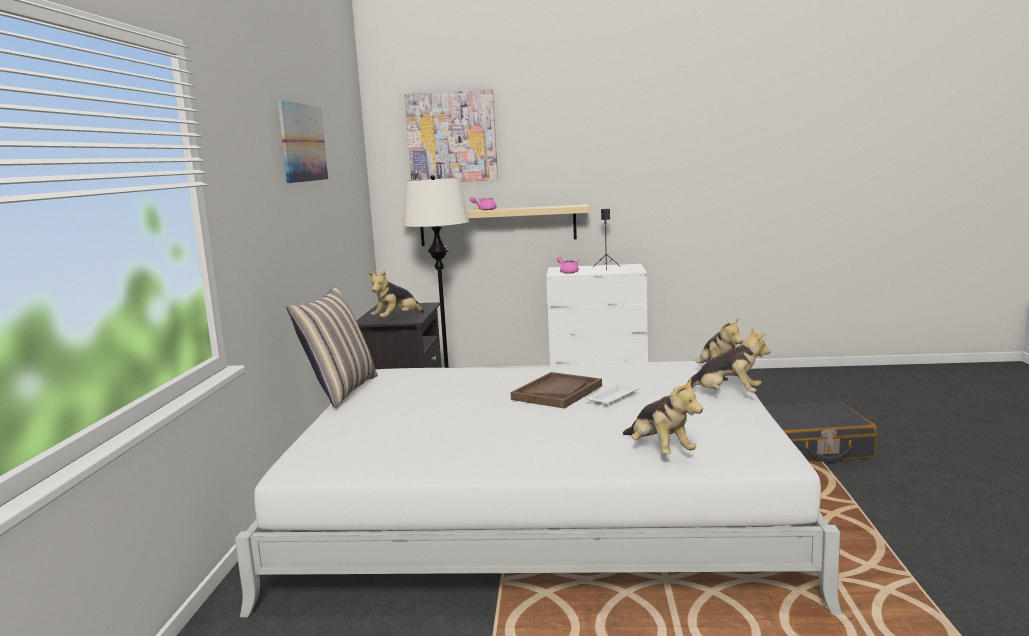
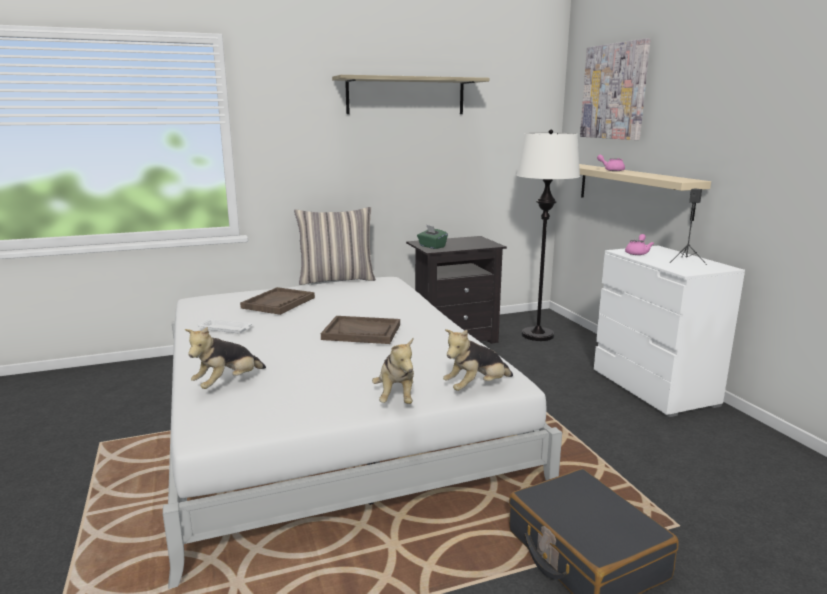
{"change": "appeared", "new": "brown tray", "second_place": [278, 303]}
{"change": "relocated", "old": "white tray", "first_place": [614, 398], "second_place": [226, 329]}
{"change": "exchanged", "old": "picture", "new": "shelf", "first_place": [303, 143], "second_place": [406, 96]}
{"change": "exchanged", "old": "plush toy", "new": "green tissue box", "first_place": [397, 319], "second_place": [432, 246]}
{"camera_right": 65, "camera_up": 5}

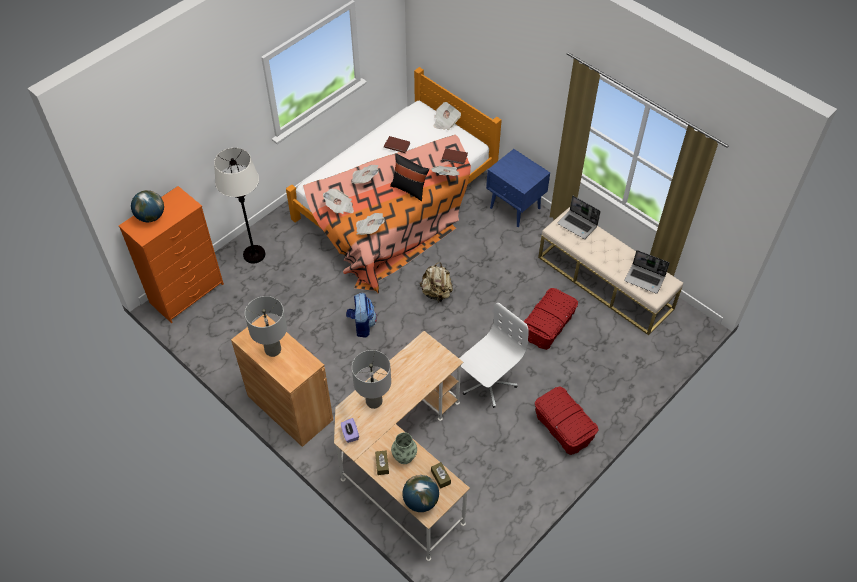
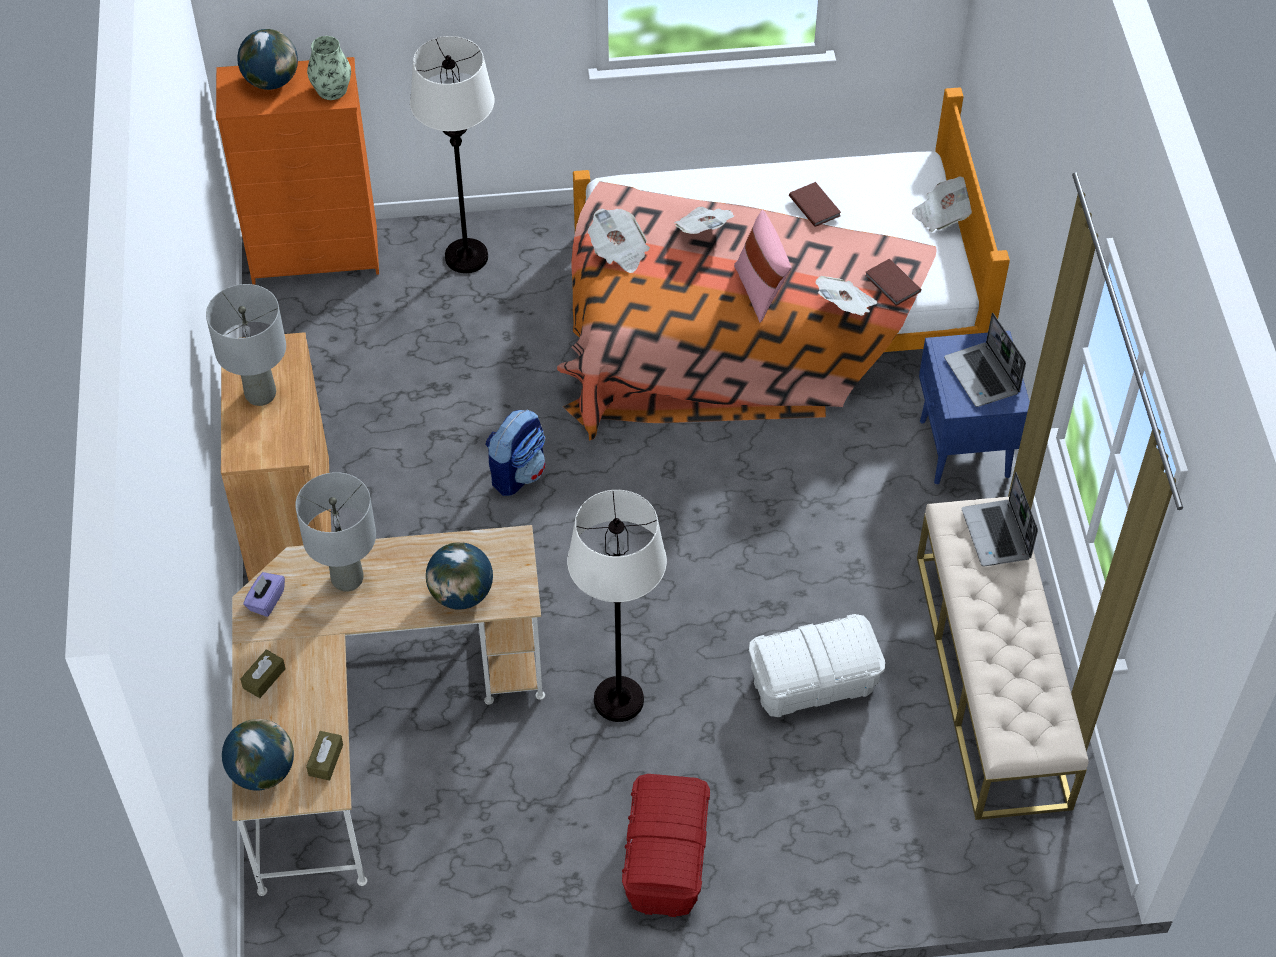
{"change": "missing", "old": "newspaper", "first_place": [369, 229]}
{"change": "missing", "old": "beige backpack", "first_place": [436, 293]}
{"change": "appeared", "new": "globe", "second_place": [461, 593]}
{"change": "relocated", "old": "vase", "first_place": [404, 456], "second_place": [332, 89]}
{"change": "relocated", "old": "laptop", "first_place": [645, 279], "second_place": [983, 376]}
{"change": "exchanged", "old": "white office chair", "new": "white floor lamp", "first_place": [487, 383], "second_place": [619, 700]}
{"change": "colour", "old": "black pillow", "new": "pink pillow", "first_place": [409, 189], "second_place": [761, 291]}
{"change": "colour", "old": "red storage box", "new": "white storage box", "first_place": [548, 327], "second_place": [813, 683]}
{"camera_right": 40, "camera_up": 0}

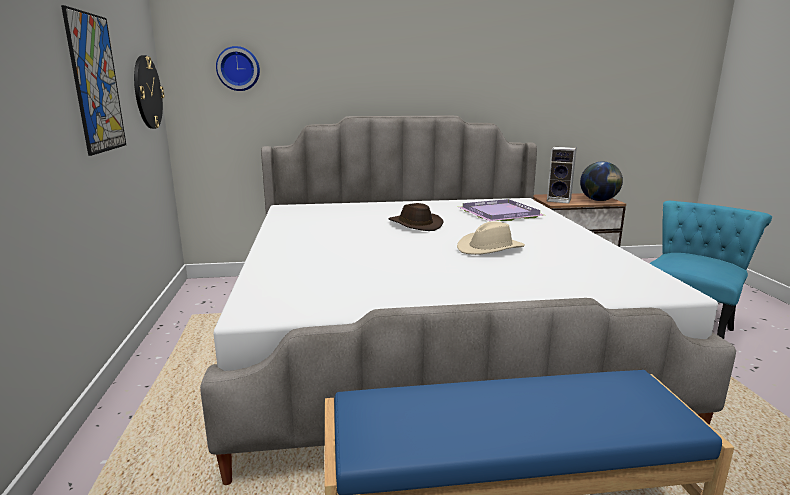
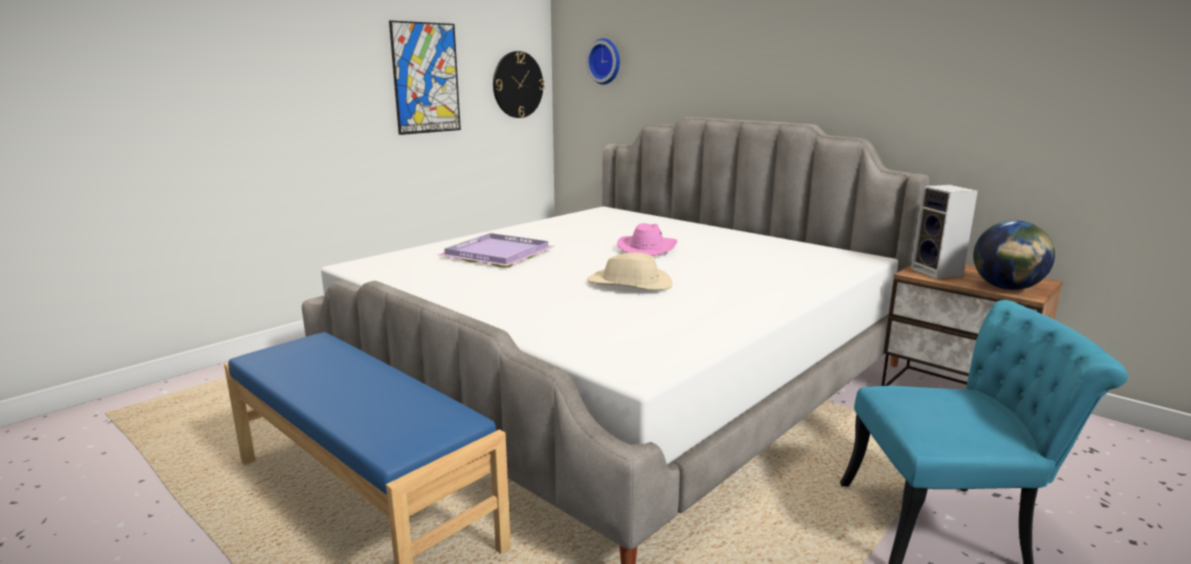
{"change": "relocated", "old": "purple tray", "first_place": [501, 214], "second_place": [498, 254]}
{"change": "colour", "old": "brown hat", "new": "pink hat", "first_place": [414, 225], "second_place": [647, 248]}
{"camera_right": 50, "camera_up": 0}

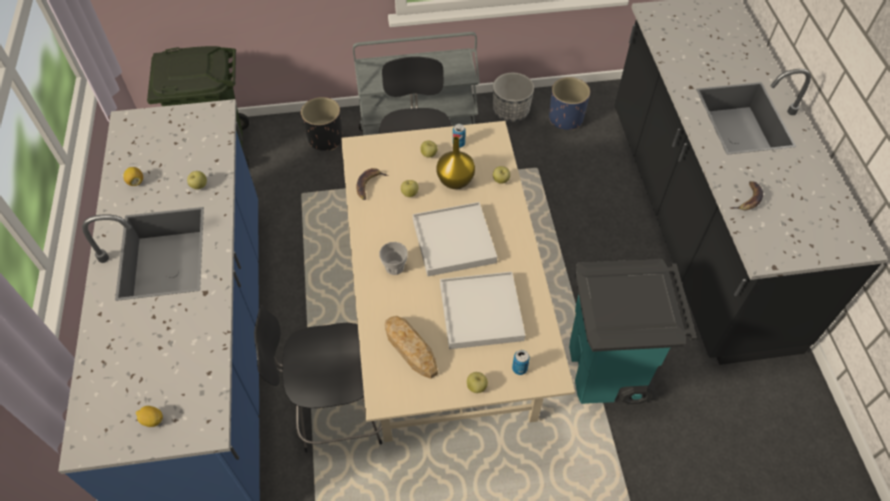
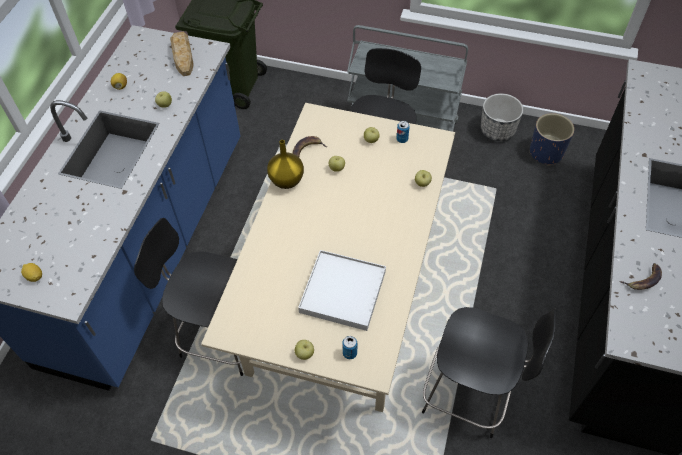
{"change": "missing", "old": "black planter", "first_place": [325, 139]}
{"change": "missing", "old": "cup", "first_place": [394, 267]}
{"change": "missing", "old": "white tray", "first_place": [454, 241]}
{"change": "relocated", "old": "bread", "first_place": [410, 349], "second_place": [183, 56]}
{"change": "relocated", "old": "yellow vase", "first_place": [454, 180], "second_place": [286, 180]}
{"change": "exchanged", "old": "turquoise trash can", "new": "black chair", "first_place": [608, 371], "second_place": [469, 394]}
{"camera_right": 25, "camera_up": 0}

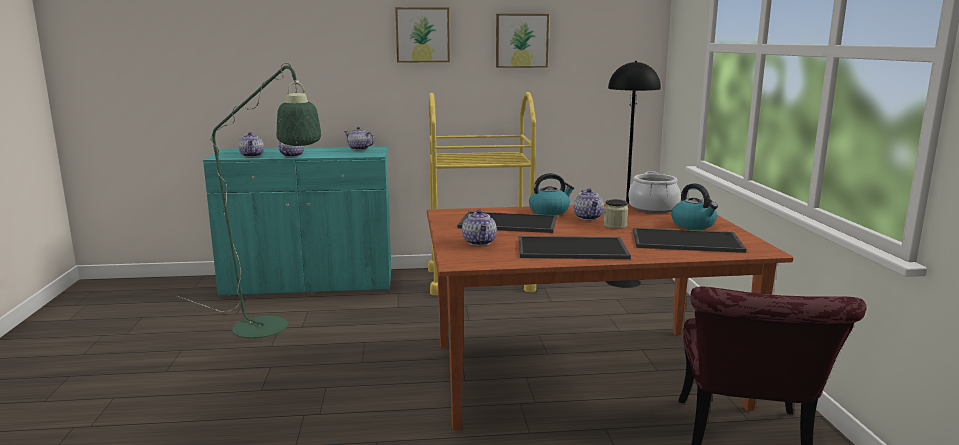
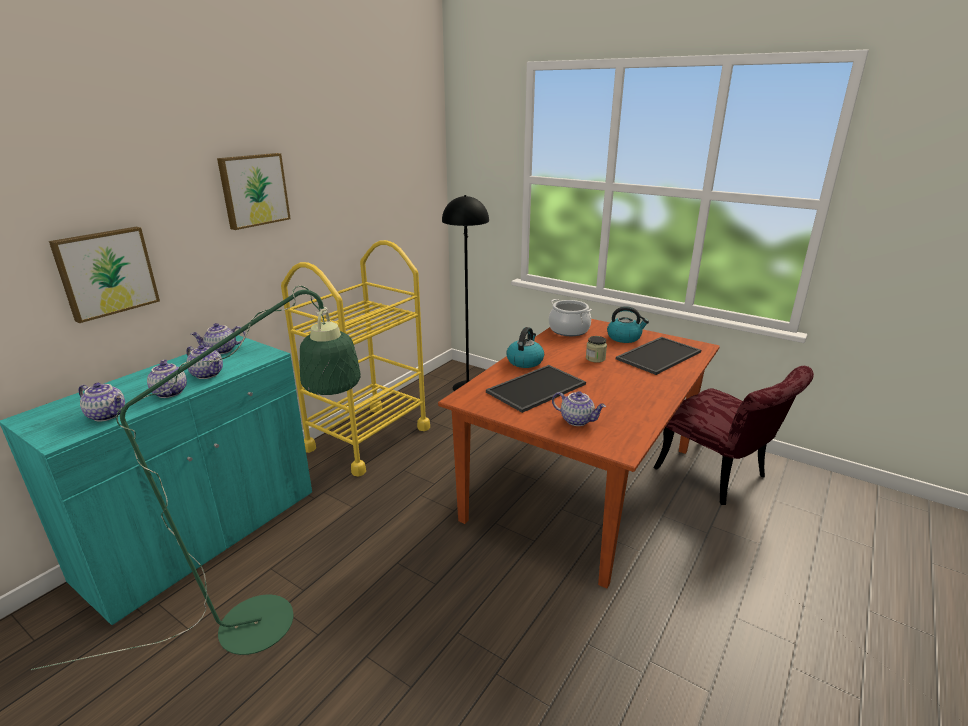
{"change": "missing", "old": "tray", "first_place": [572, 248]}
{"change": "relocated", "old": "picture", "first_place": [521, 40], "second_place": [106, 272]}
{"change": "relocated", "old": "teapot", "first_place": [588, 217], "second_place": [208, 374]}
{"camera_right": -50, "camera_up": 10}

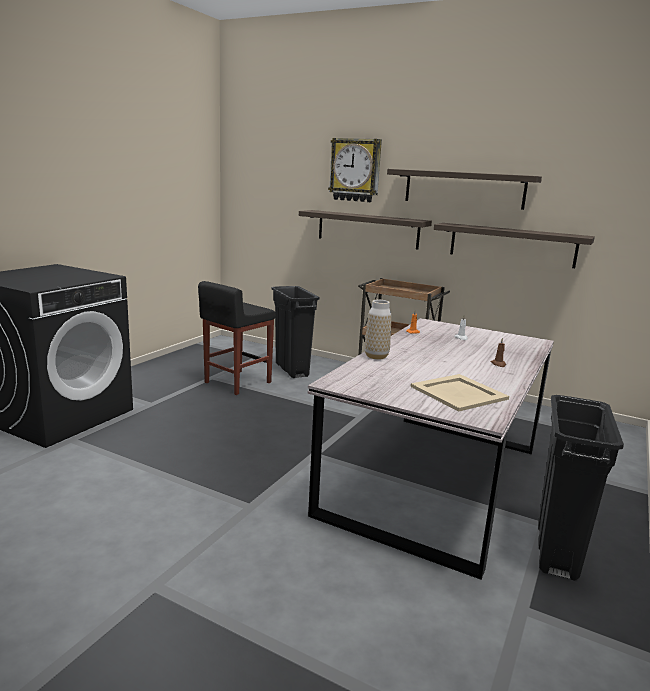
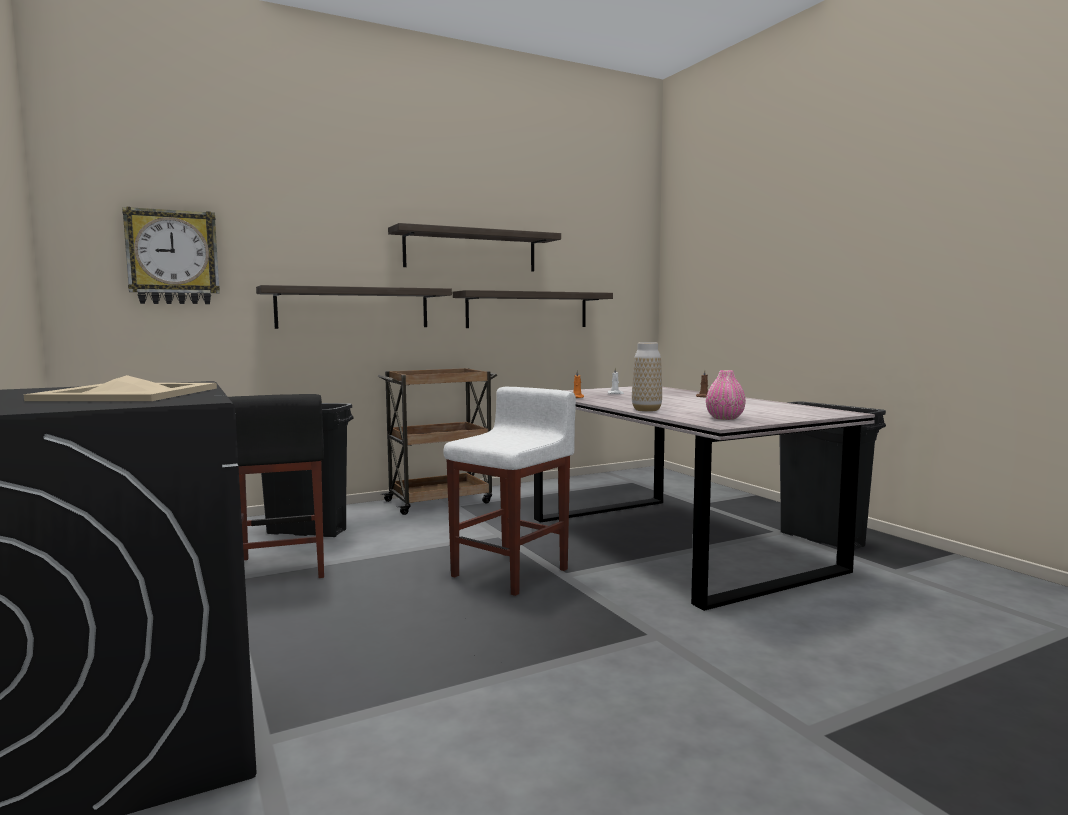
{"change": "appeared", "new": "white stool", "second_place": [511, 572]}
{"change": "appeared", "new": "pink vase", "second_place": [724, 418]}
{"change": "relocated", "old": "wall clock", "first_place": [355, 170], "second_place": [173, 257]}
{"change": "relocated", "old": "beige tray", "first_place": [459, 393], "second_place": [130, 394]}
{"camera_right": -55, "camera_up": -10}

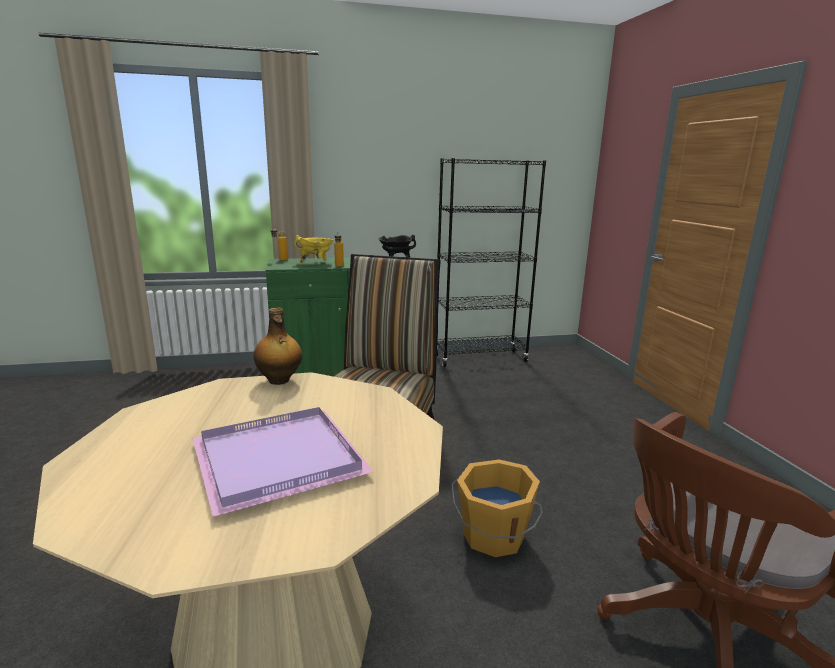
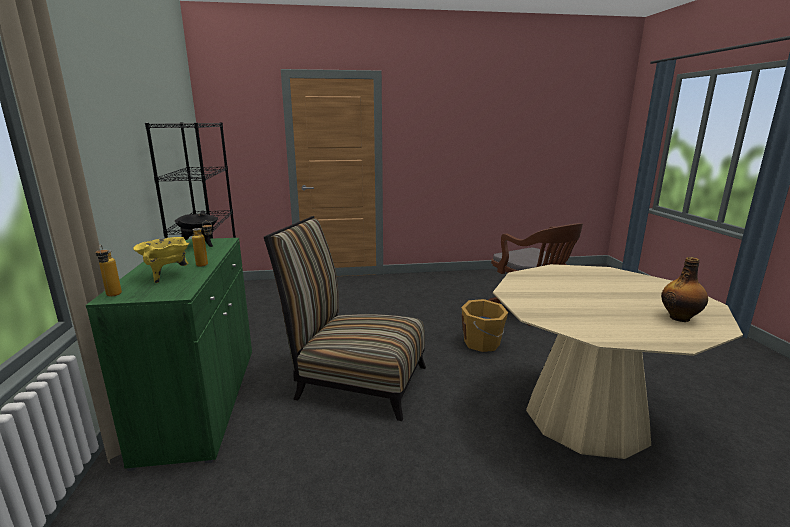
{"change": "missing", "old": "purple tray", "first_place": [282, 460]}
{"change": "relocated", "old": "bottle", "first_place": [279, 380], "second_place": [680, 318]}
{"camera_right": -85, "camera_up": 0}

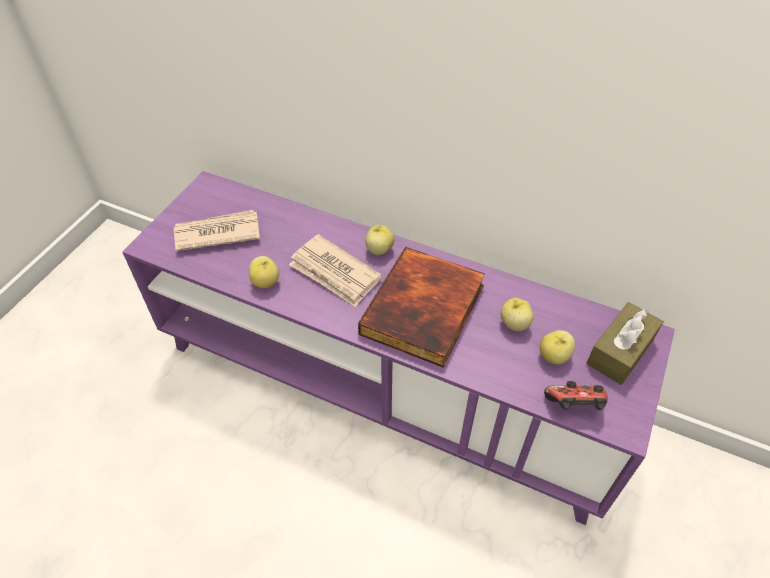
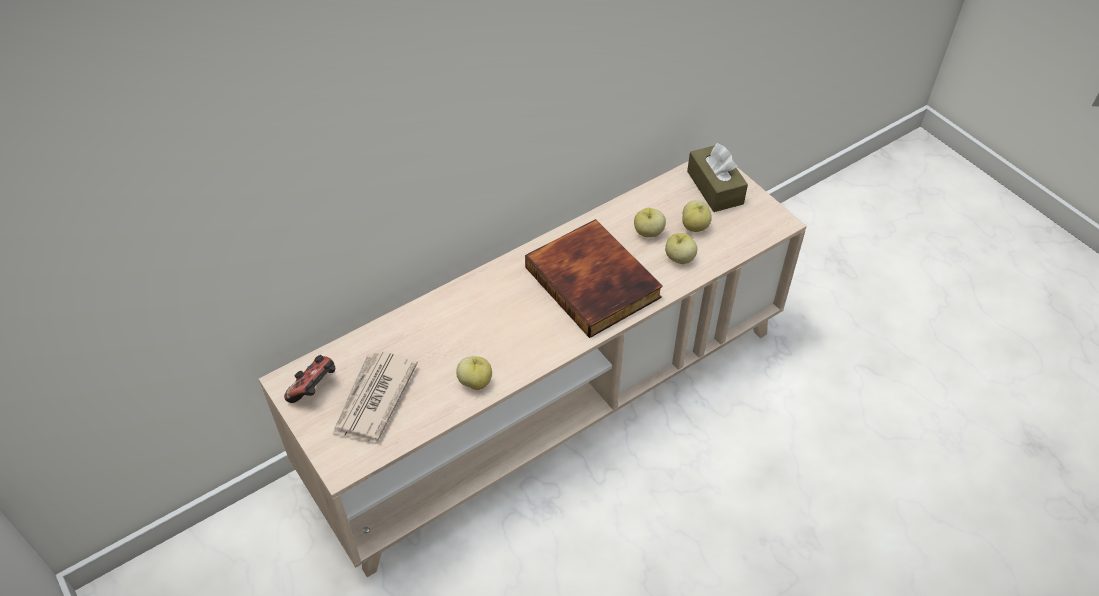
{"change": "missing", "old": "newspaper", "first_place": [334, 273]}
{"change": "relocated", "old": "apple", "first_place": [379, 249], "second_place": [679, 258]}
{"change": "relocated", "old": "game controller", "first_place": [574, 406], "second_place": [315, 389]}
{"change": "colour", "old": "purple tv stand", "new": "beige tv stand", "first_place": [385, 385], "second_place": [549, 404]}
{"camera_right": -60, "camera_up": 0}

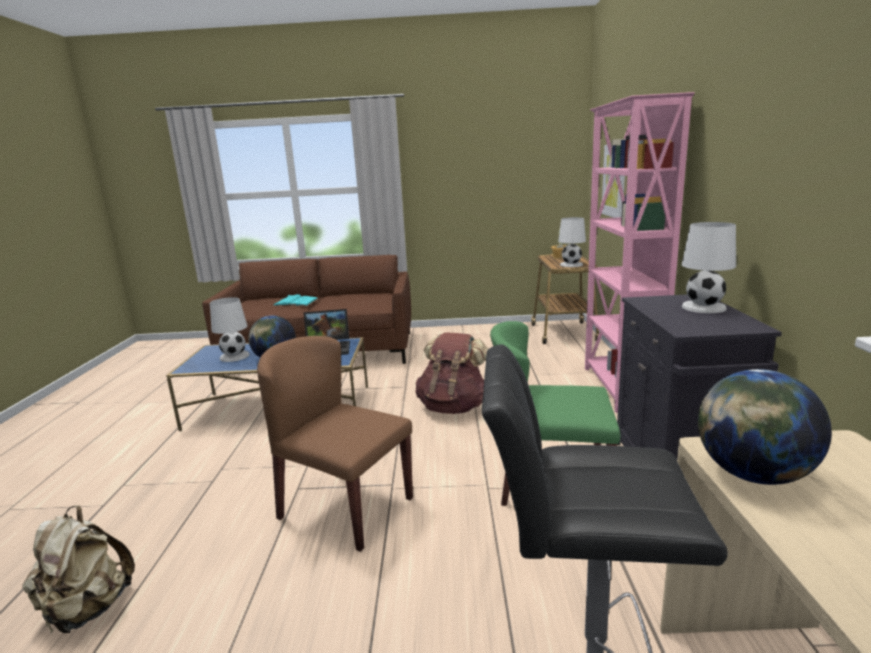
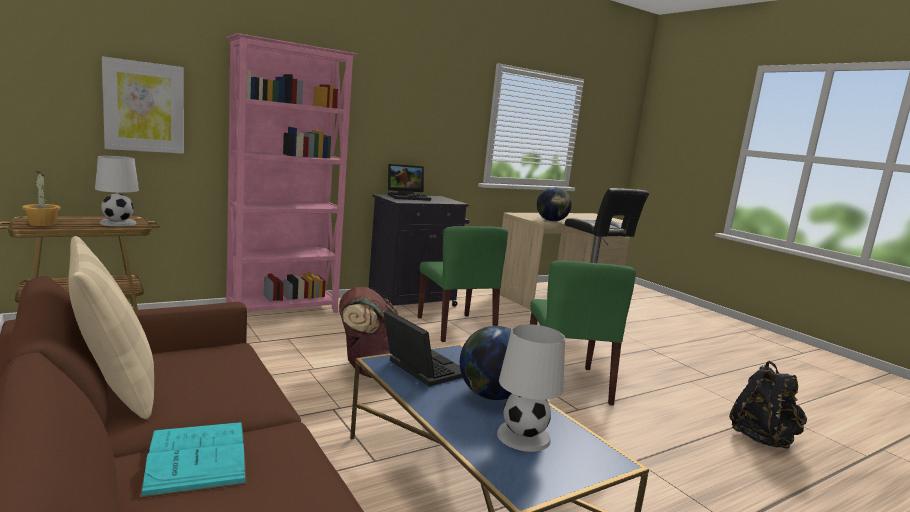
{"change": "appeared", "new": "beige pillow", "second_place": [114, 389]}
{"change": "exchanged", "old": "white table lamp", "new": "laptop", "first_place": [704, 307], "second_place": [408, 197]}
{"change": "colour", "old": "beige backpack", "new": "black backpack", "first_place": [88, 609], "second_place": [762, 438]}
{"change": "colour", "old": "brown chair", "new": "green chair", "first_place": [345, 507], "second_place": [566, 383]}
{"camera_right": -125, "camera_up": -5}

